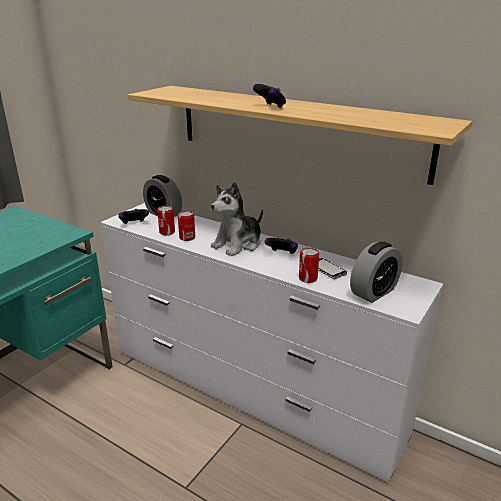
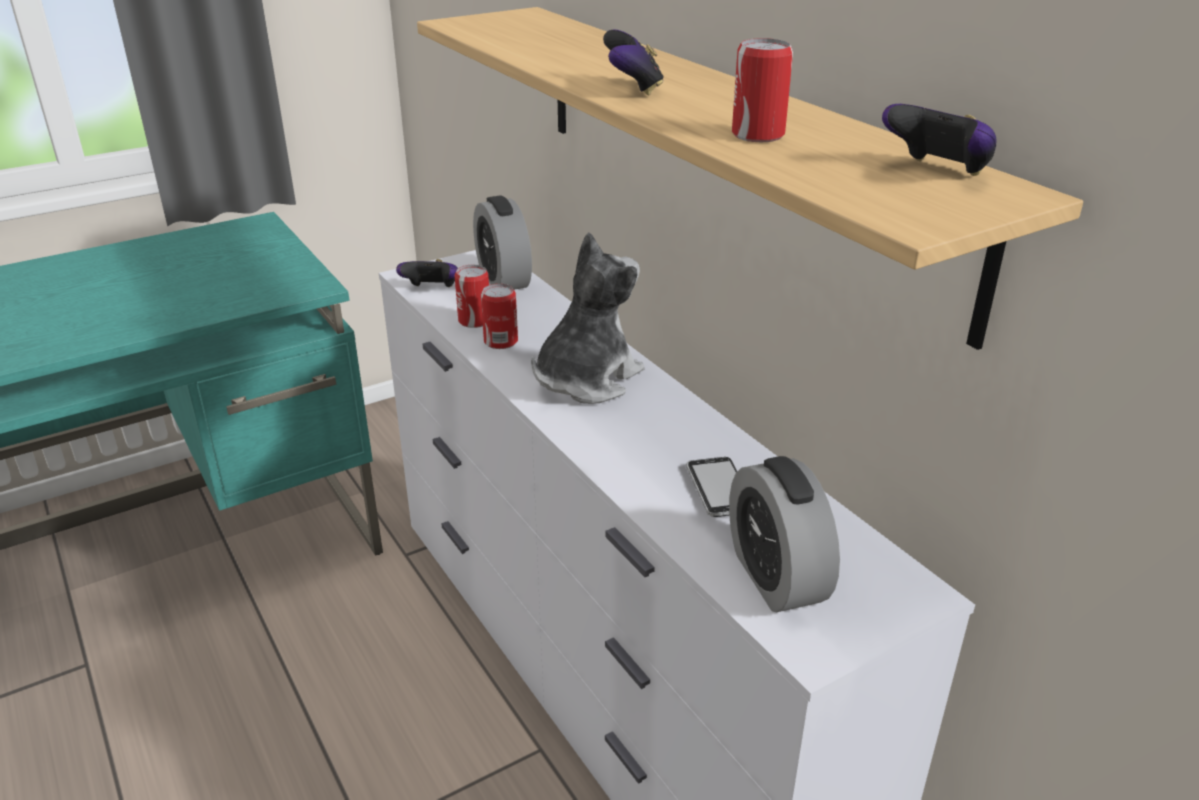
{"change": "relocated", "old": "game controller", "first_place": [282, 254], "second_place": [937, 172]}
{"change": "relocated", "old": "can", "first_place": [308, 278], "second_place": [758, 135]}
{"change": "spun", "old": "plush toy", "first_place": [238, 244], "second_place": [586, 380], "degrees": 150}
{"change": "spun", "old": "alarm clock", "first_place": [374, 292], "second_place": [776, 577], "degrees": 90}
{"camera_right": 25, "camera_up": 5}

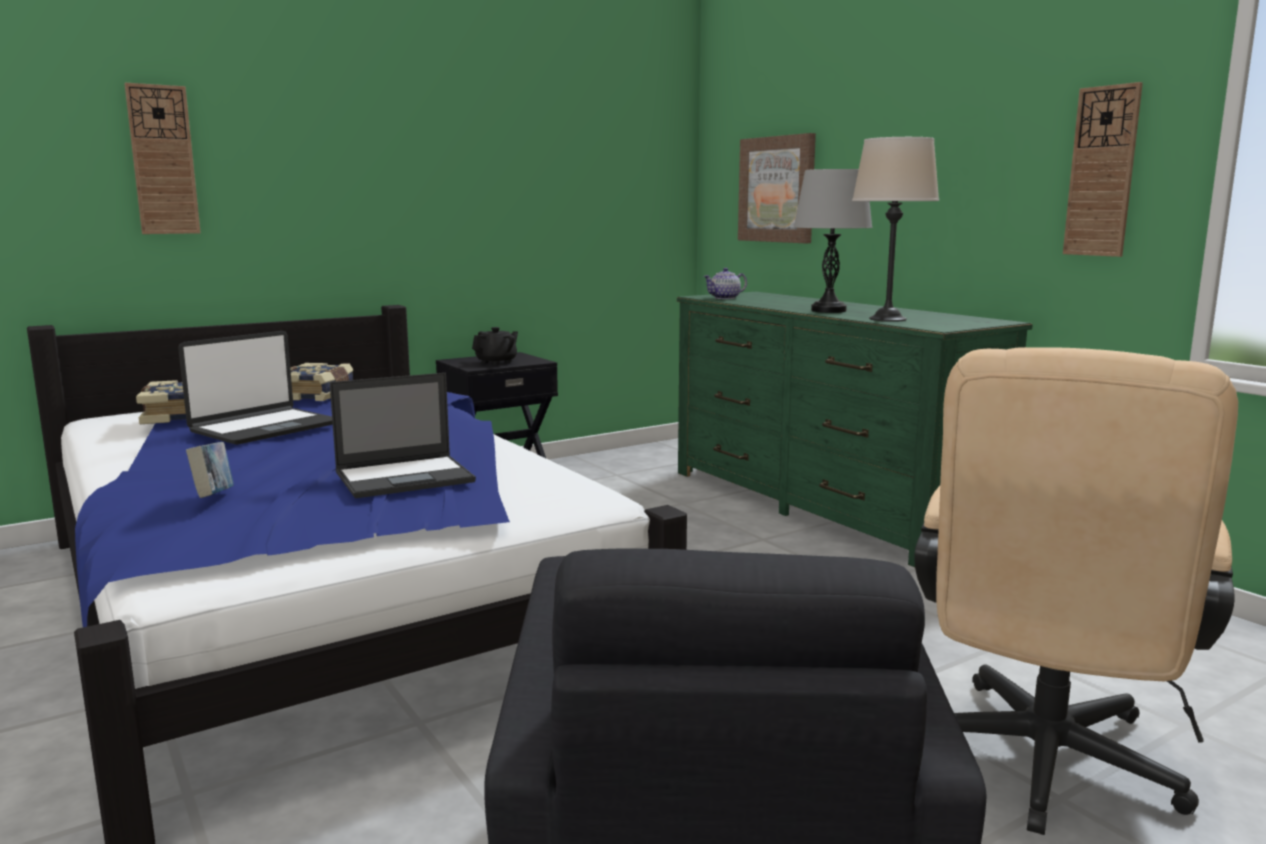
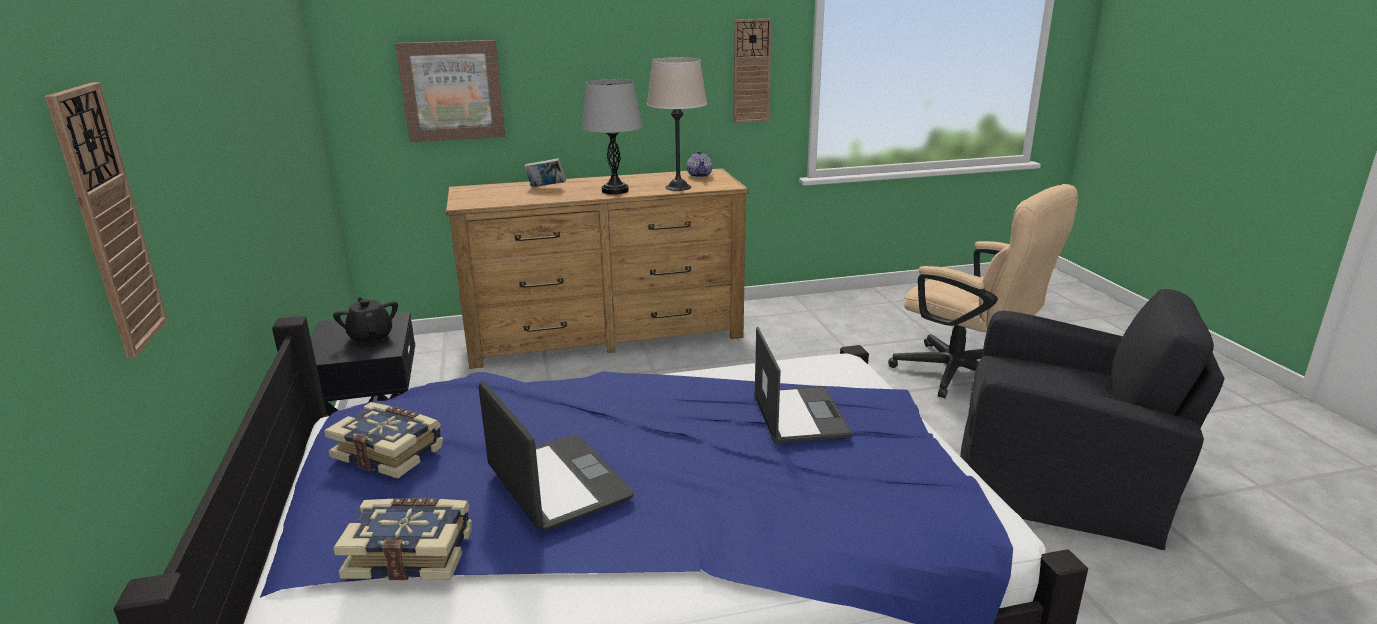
{"change": "relocated", "old": "book", "first_place": [214, 498], "second_place": [546, 187]}
{"change": "relocated", "old": "teapot", "first_place": [725, 298], "second_place": [699, 175]}
{"change": "colour", "old": "green dresser", "new": "brown dresser", "first_place": [822, 505], "second_place": [605, 335]}
{"camera_right": -70, "camera_up": 10}

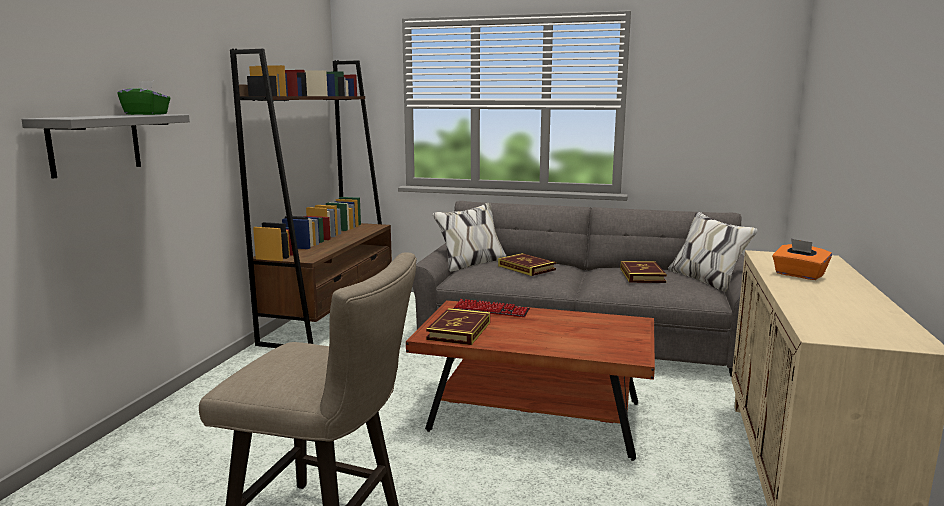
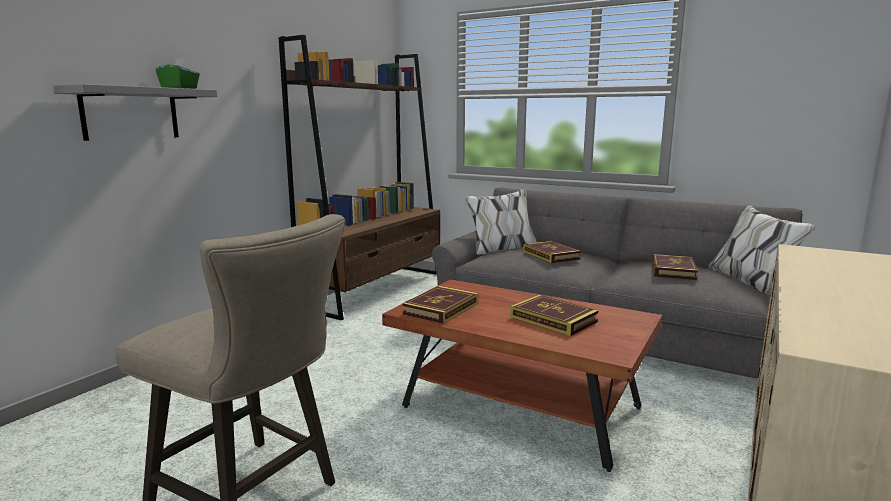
{"change": "missing", "old": "keyboard", "first_place": [491, 310]}
{"change": "missing", "old": "orange tissue box", "first_place": [798, 275]}
{"change": "appeared", "new": "book", "second_place": [553, 319]}
{"camera_right": 15, "camera_up": 0}

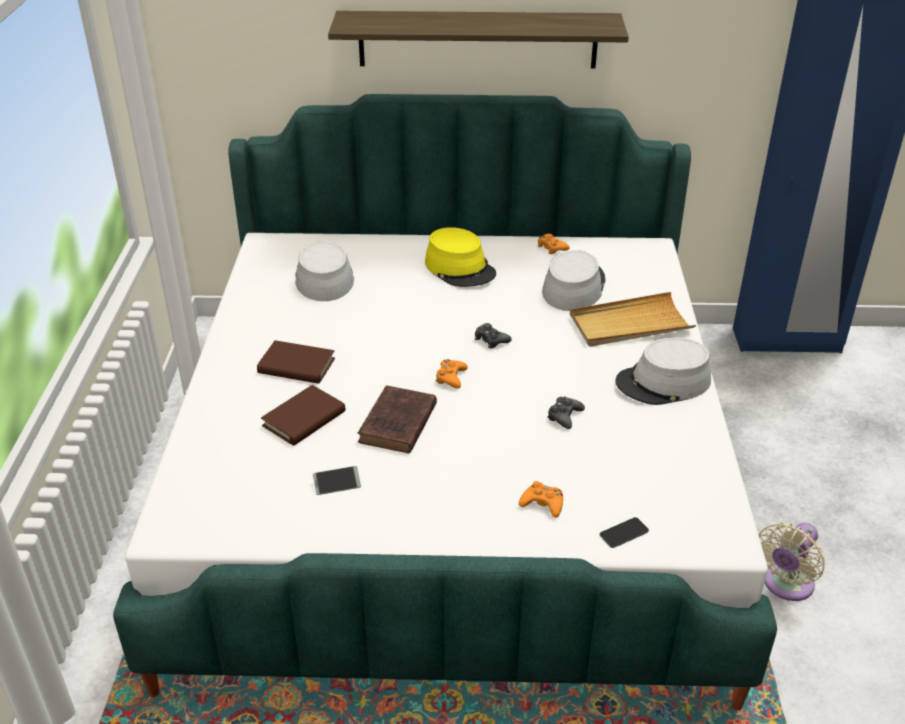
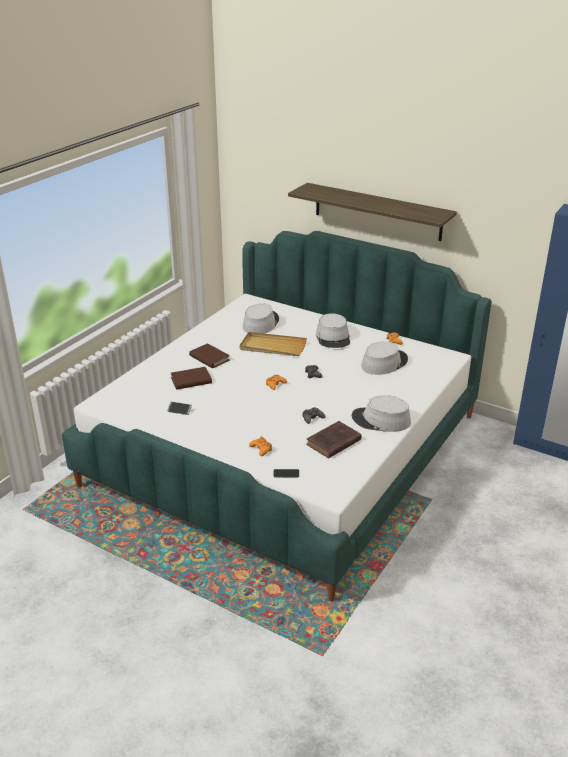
{"change": "missing", "old": "beige fan", "first_place": [785, 585]}
{"change": "relocated", "old": "brown book", "first_place": [397, 425], "second_place": [332, 443]}
{"change": "relocated", "old": "beige tray", "first_place": [629, 324], "second_place": [272, 347]}
{"change": "colour", "old": "yellow hat", "new": "grey hat", "first_place": [460, 268], "second_place": [333, 337]}
{"camera_right": 30, "camera_up": -5}

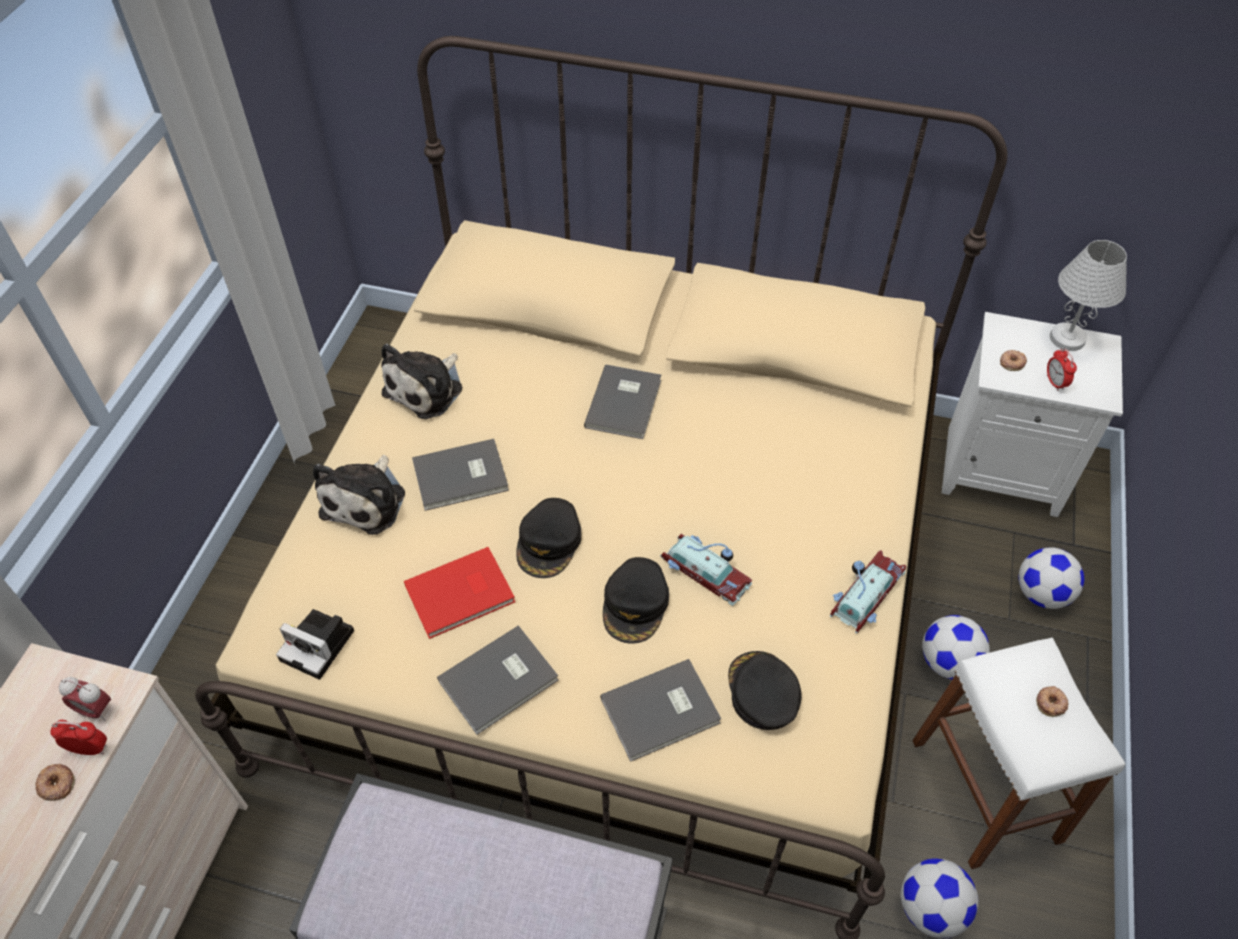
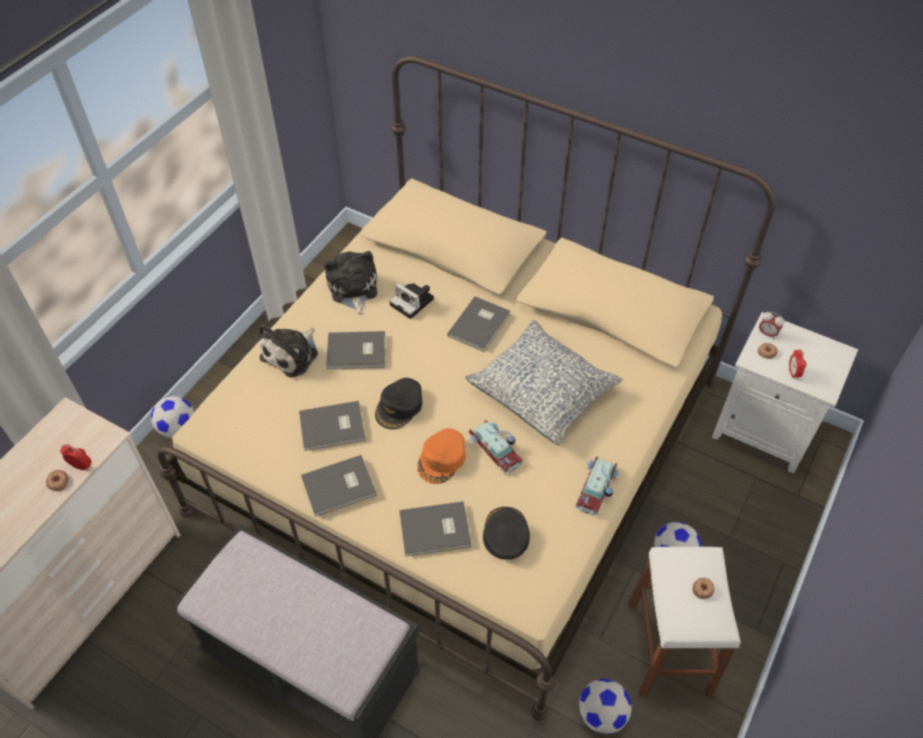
{"change": "missing", "old": "white table lamp", "first_place": [1066, 338]}
{"change": "appeared", "new": "pillow", "second_place": [543, 391]}
{"change": "relocated", "old": "alarm clock", "first_place": [95, 710], "second_place": [767, 334]}
{"change": "relocated", "old": "photo camera", "first_place": [320, 645], "second_place": [413, 302]}
{"change": "relocated", "old": "football", "first_place": [1042, 594], "second_place": [178, 429]}
{"change": "colour", "old": "red book", "new": "grey book", "first_place": [462, 595], "second_place": [333, 428]}
{"change": "colour", "old": "black cap", "new": "orange cap", "first_place": [635, 605], "second_place": [442, 459]}
{"change": "spun", "old": "plush toy", "first_place": [427, 389], "second_place": [353, 289], "degrees": 120}
{"change": "spun", "old": "toy car", "first_place": [864, 594], "second_place": [597, 487], "degrees": 150}
{"camera_right": 15, "camera_up": 0}

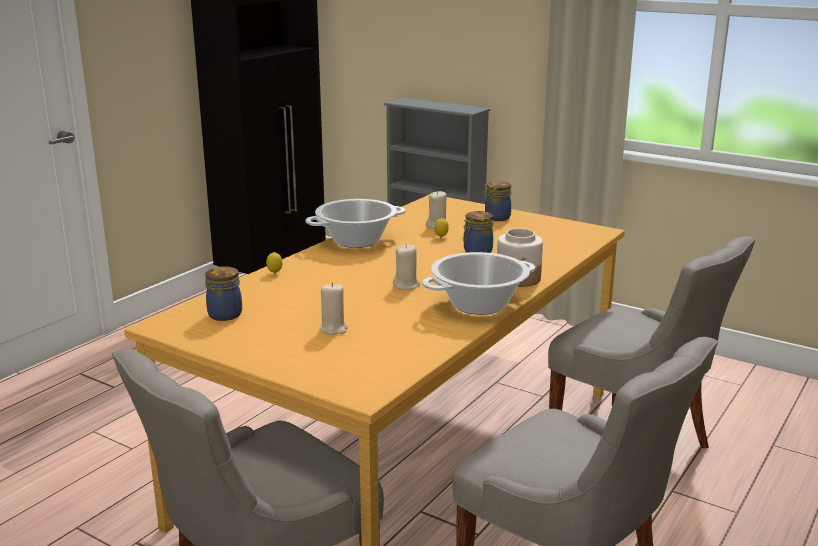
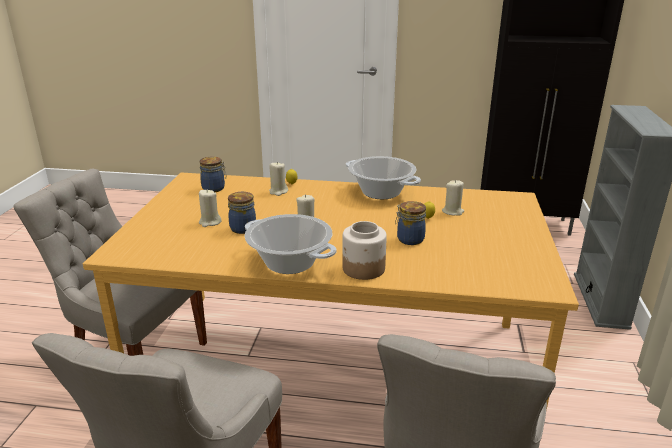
{"change": "appeared", "new": "beige candle", "second_place": [278, 192]}
{"change": "relocated", "old": "jar", "first_place": [496, 217], "second_place": [243, 228]}
{"camera_right": 65, "camera_up": 5}

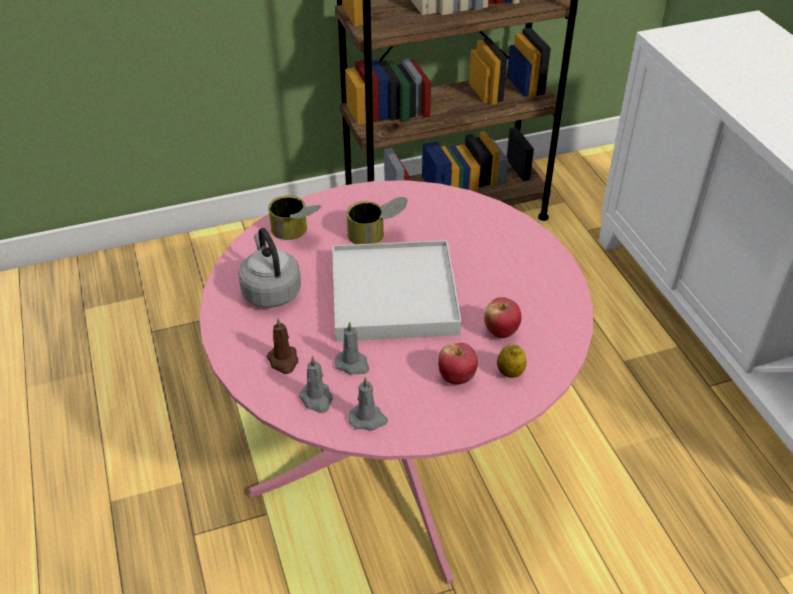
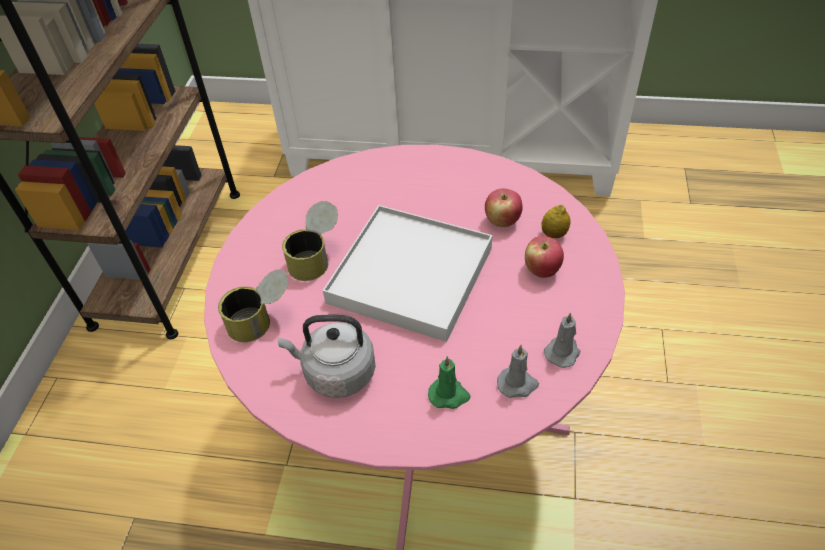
{"change": "missing", "old": "grey candle", "first_place": [353, 364]}
{"change": "colour", "old": "brown candle", "new": "green candle", "first_place": [283, 361], "second_place": [449, 395]}
{"camera_right": -60, "camera_up": 5}

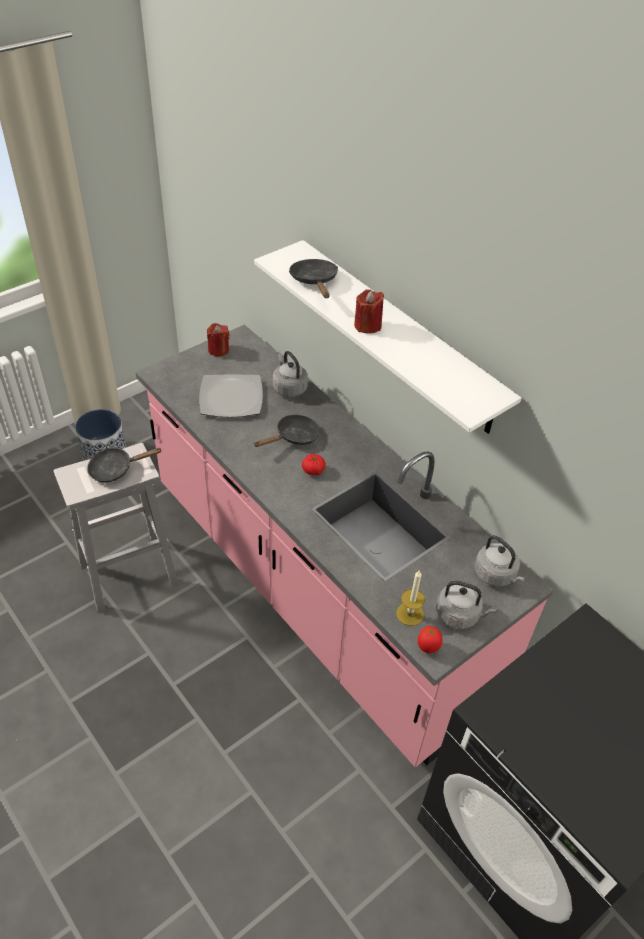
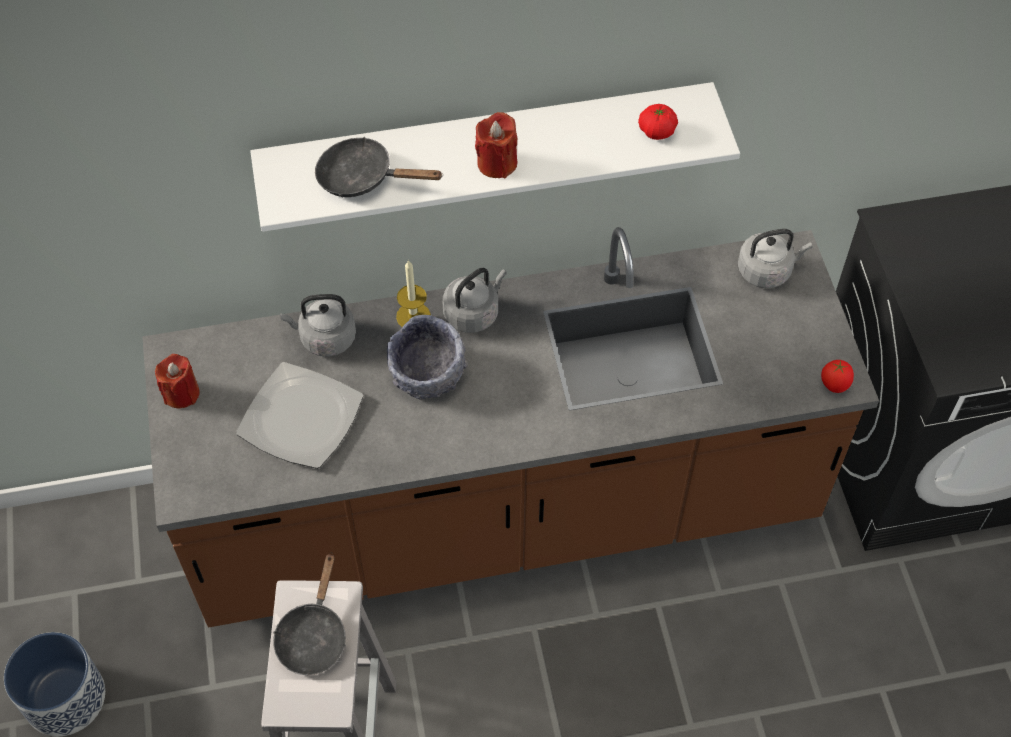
{"change": "relocated", "old": "tomato", "first_place": [313, 470], "second_place": [657, 131]}
{"change": "relocated", "old": "candle", "first_place": [410, 614], "second_place": [413, 316]}
{"change": "relocated", "old": "grey kettle", "first_place": [459, 615], "second_place": [473, 313]}
{"change": "exchanged", "old": "black frying pan", "new": "grey bowl", "first_place": [294, 437], "second_place": [428, 374]}
{"change": "colour", "old": "pink counter", "new": "brown counter", "first_place": [315, 590], "second_place": [505, 513]}
{"camera_right": -60, "camera_up": 10}

